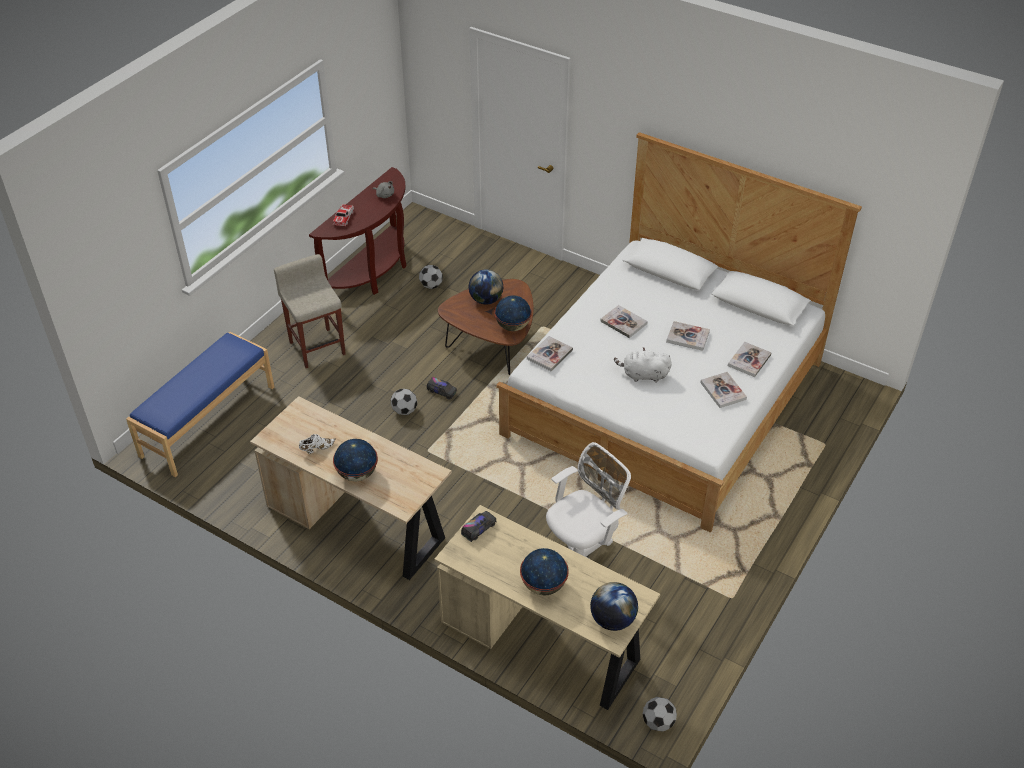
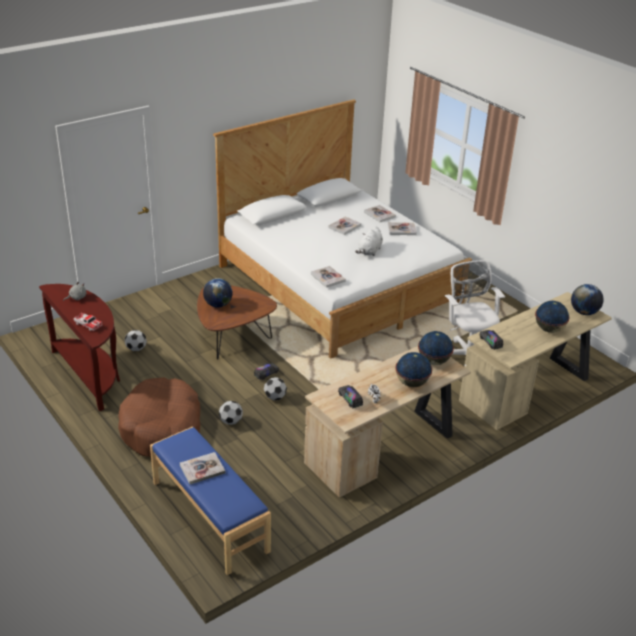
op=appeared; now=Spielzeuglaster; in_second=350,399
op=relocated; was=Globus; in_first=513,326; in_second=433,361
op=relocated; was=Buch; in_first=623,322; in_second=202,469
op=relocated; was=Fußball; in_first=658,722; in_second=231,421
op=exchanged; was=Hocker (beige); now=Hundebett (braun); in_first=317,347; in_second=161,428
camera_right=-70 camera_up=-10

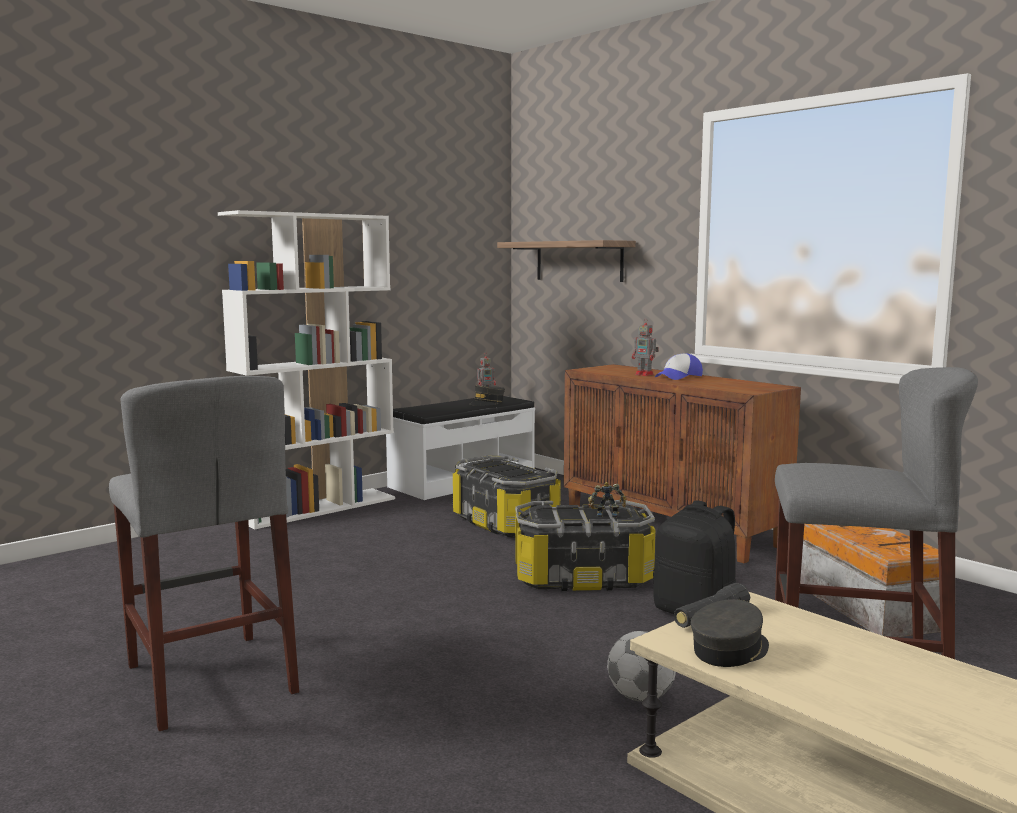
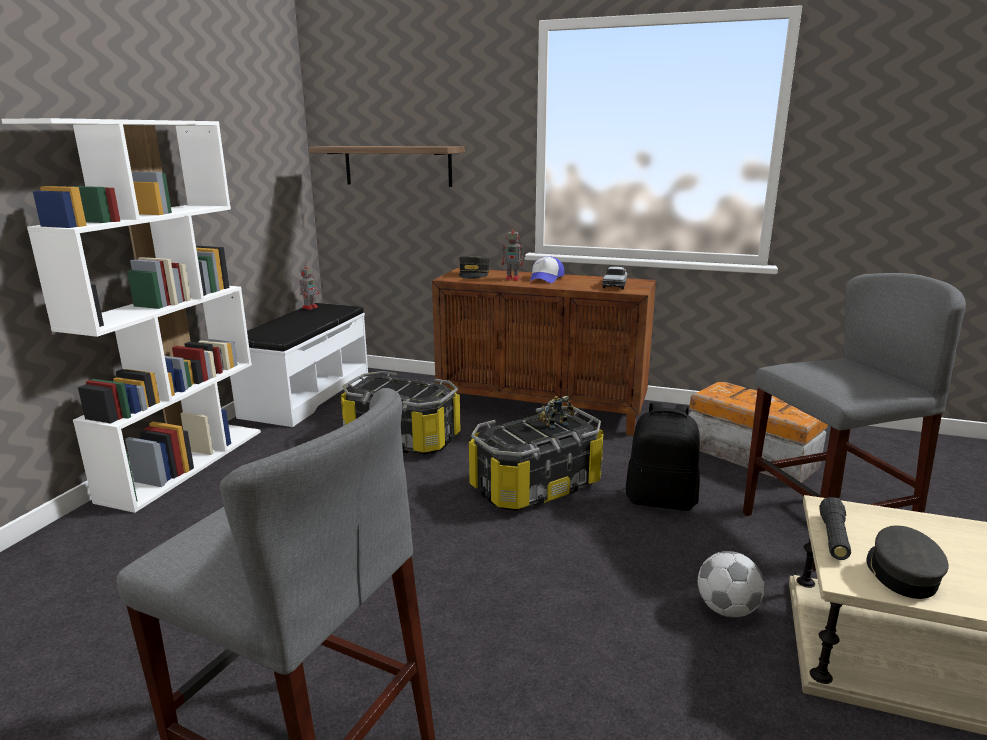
op=appeared; now=Spielzeuglaster; in_second=615,285
op=relocated; was=Kappe (grau); in_first=487,403; in_second=473,274
camera_right=-30 camera_up=10

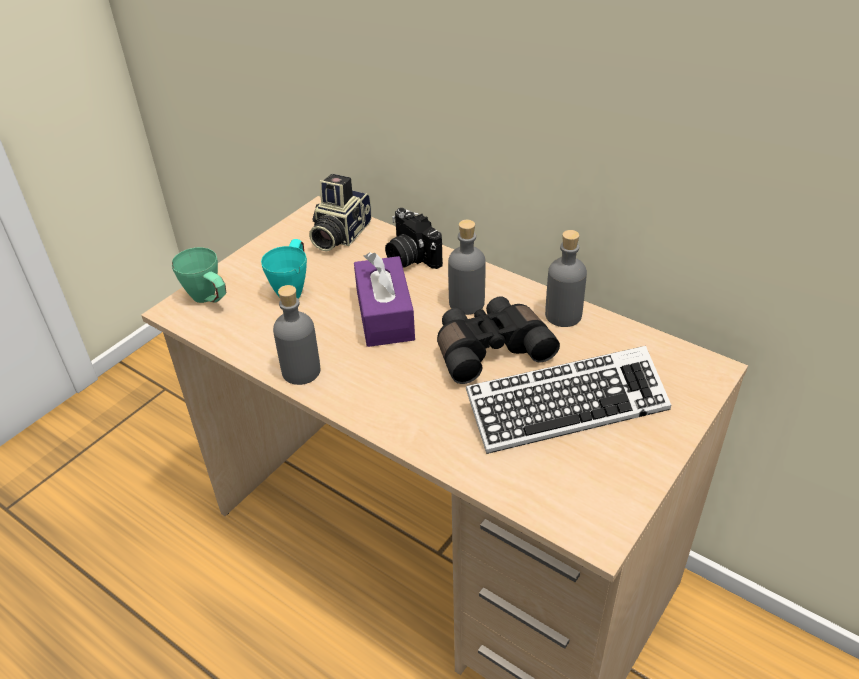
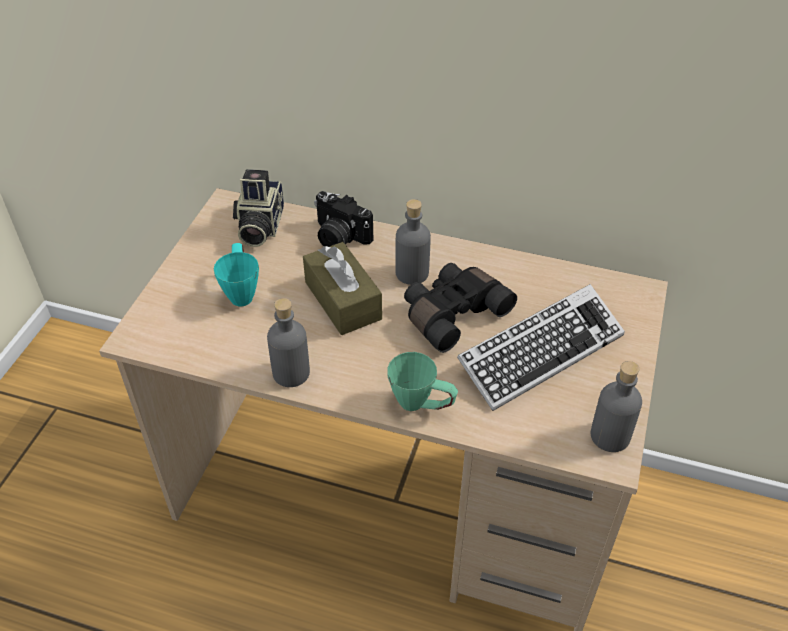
op=relocated; was=Henkelbecher (grün); in_first=209,300; in_second=422,405
op=relocated; was=Flasche (grau); in_first=563,315; in_second=609,436
op=colour; was=Taschentuchbox (lila); now=Taschentuchbox (braun); in_first=385,315; in_second=343,300
camera_right=-20 camera_up=5

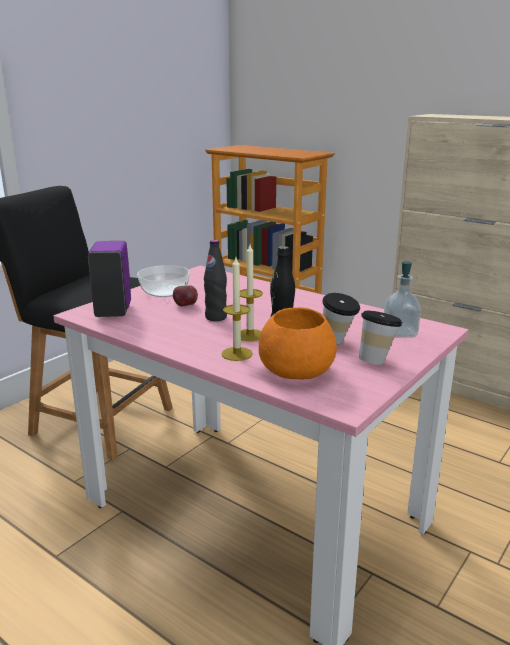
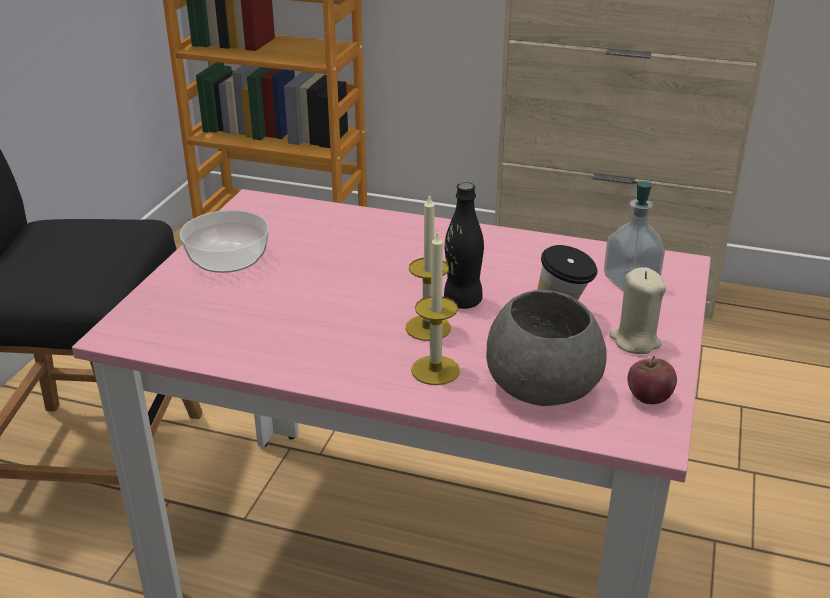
op=missing; was=Seifenspender (lila); in_first=113,311
op=missing; was=Flasche (schwarz); in_first=216,317
op=relocated; was=Apfel; in_first=185,305; in_second=648,397
op=exchanged; was=Tasse; now=Kerze (beige); in_first=377,360; in_second=635,341
op=colour; was=Schüssel (orange); now=Schüssel (grau); in_first=296,370; in_second=541,384
camera_right=-20 camera_up=10

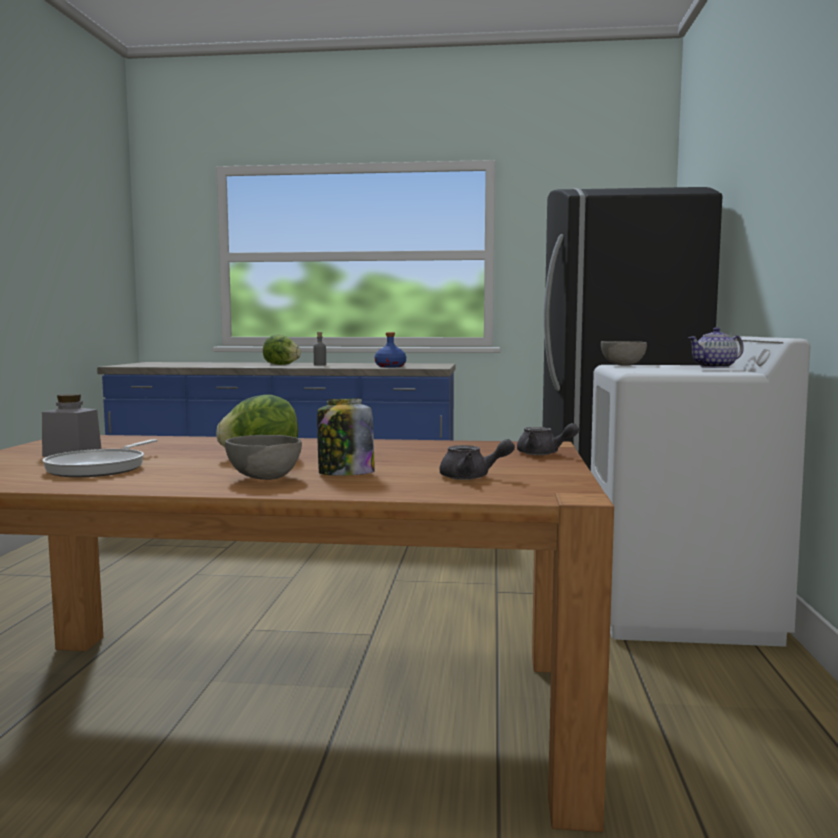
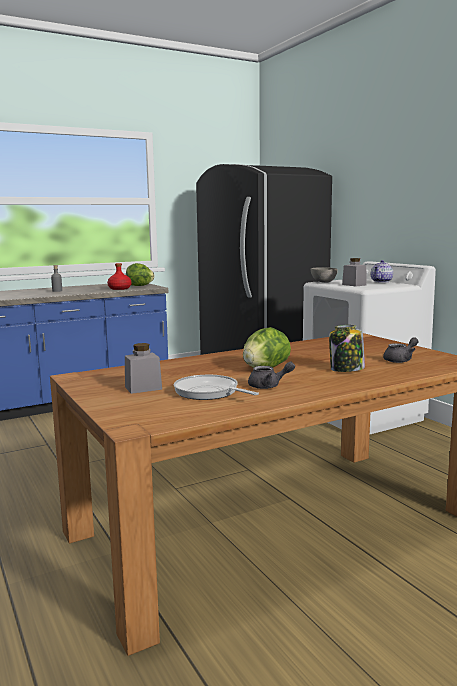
op=missing; was=Schüssel (grau); in_first=264,478
op=appeared; now=Vorratsglas (grau); in_second=354,285
op=relocated; was=Salatkopf; in_first=281,364; in_second=140,286
op=relocated; was=Teekanne (grau); in_first=543,454; in_second=269,386
op=colour; was=Flasche (blau); now=Flasche (rot); in_first=390,366; in_second=119,288
op=spun; was=Pfanne; in_first=100,468; in_second=209,392; clockwise=150
camera_right=-35 camera_up=5

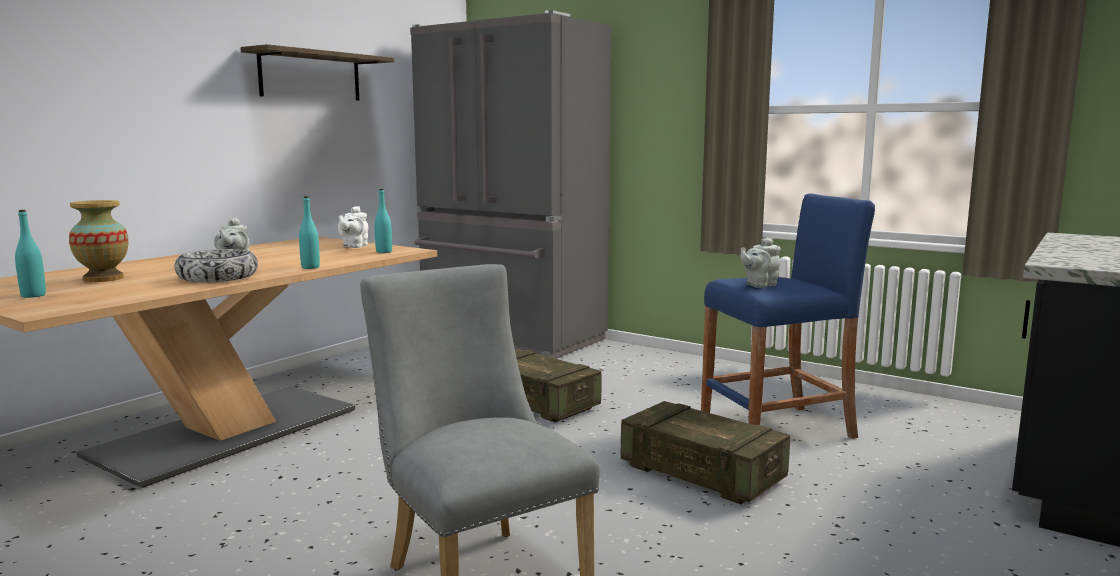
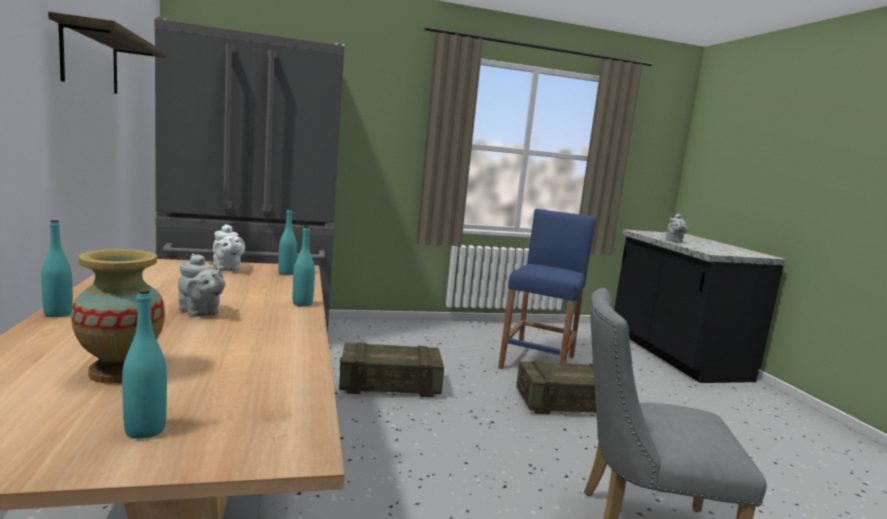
op=missing; was=Schüssel; in_first=218,277
op=appeared; now=Flasche (türkis); in_second=58,314
op=relocated; was=Teekanne (grau); in_first=759,285; in_second=674,241
camera_right=-50 camera_up=0

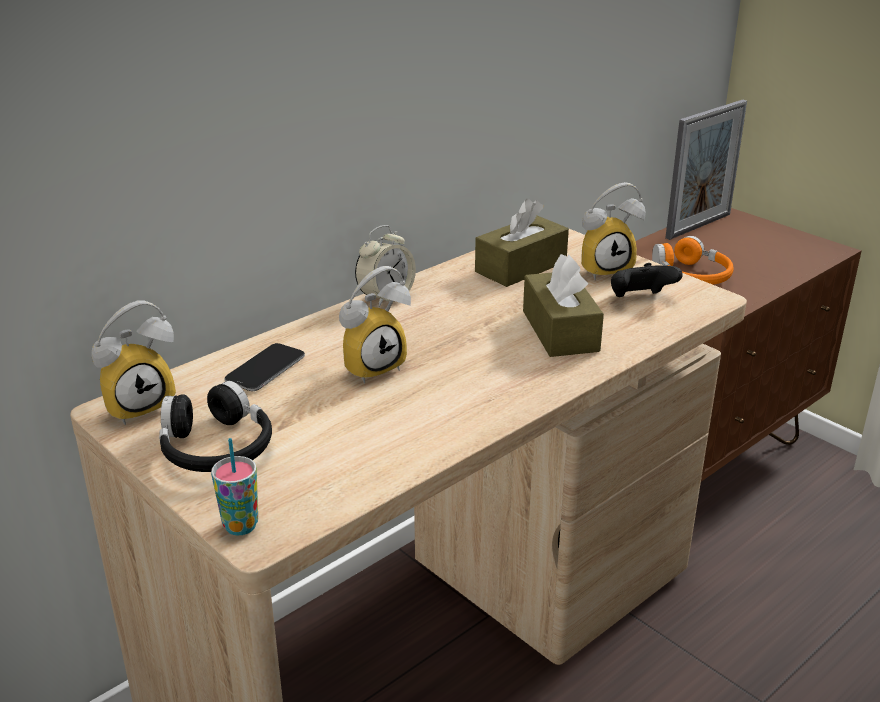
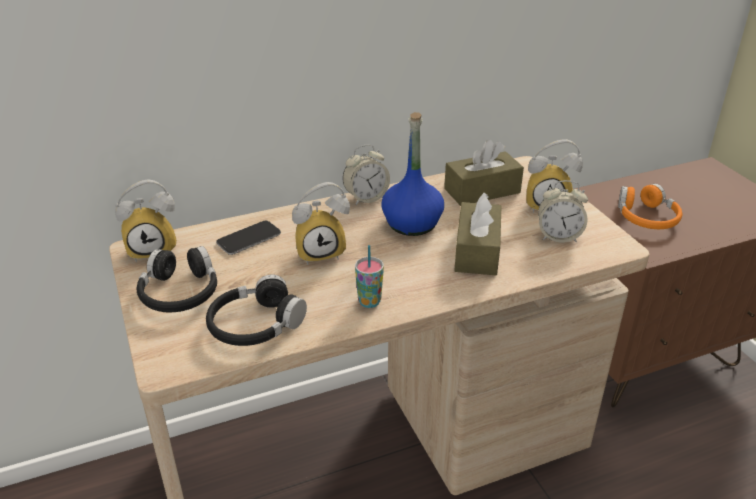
op=missing; was=Bilderrahmen; in_first=698,226
op=appeared; now=Kopfhörer (schwarz); in_second=255,325
op=appeared; now=Flasche (blau); in_second=412,223
op=relocated; was=Tasse; in_first=240,526; in_second=369,302
op=exchanged; was=Gamepad (schwarz); now=Wecker; in_first=640,299; in_second=558,236
camera_right=20 camera_up=5

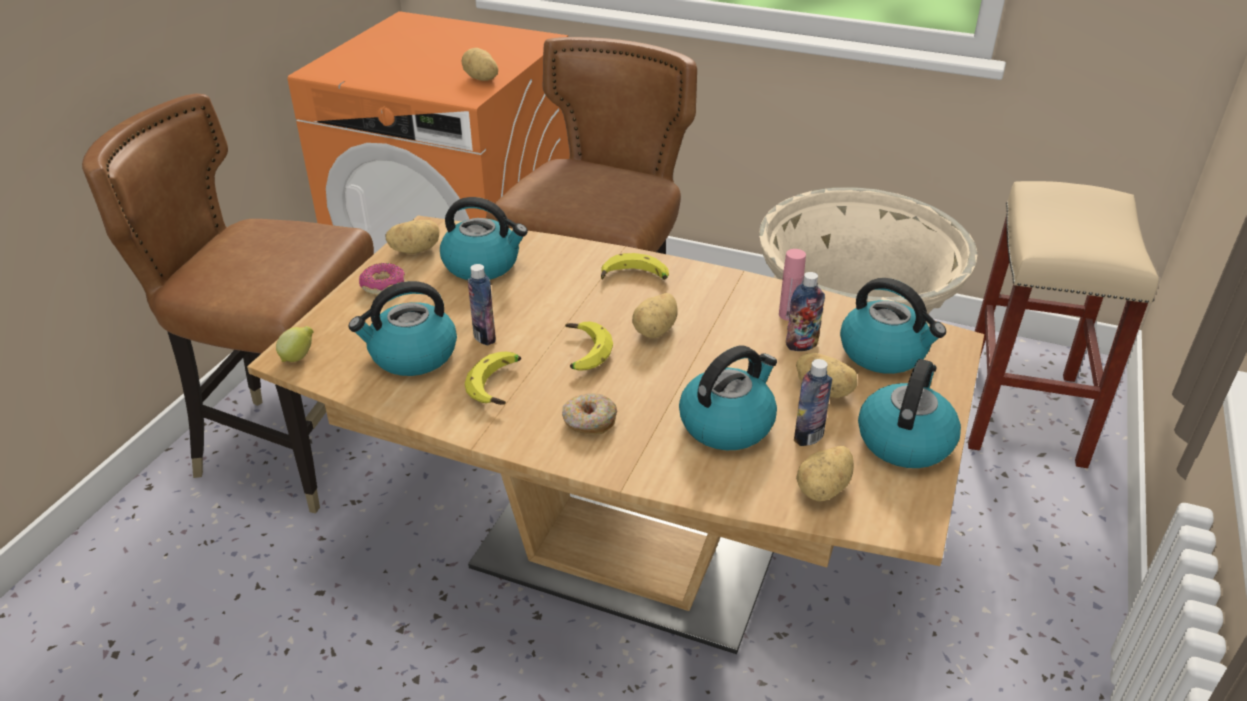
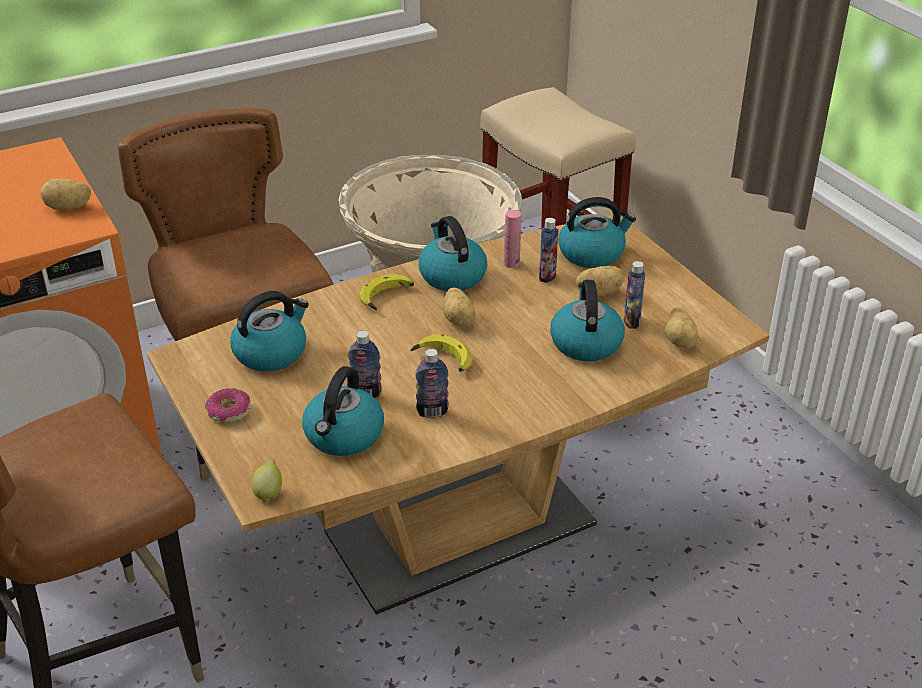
op=missing; was=Kartoffel; in_first=415,250
op=missing; was=Donut; in_first=589,421
op=relocated; was=Wasserkessel; in_first=904,440; in_second=451,276
op=exchanged; was=Banane; now=Flasche; in_first=500,385; in_second=432,412
camera_right=-50 camera_up=0

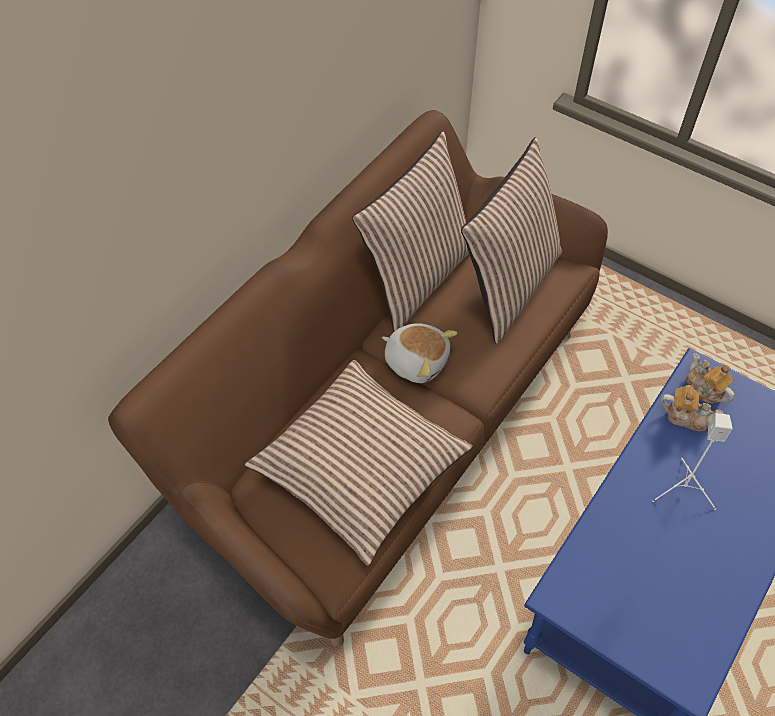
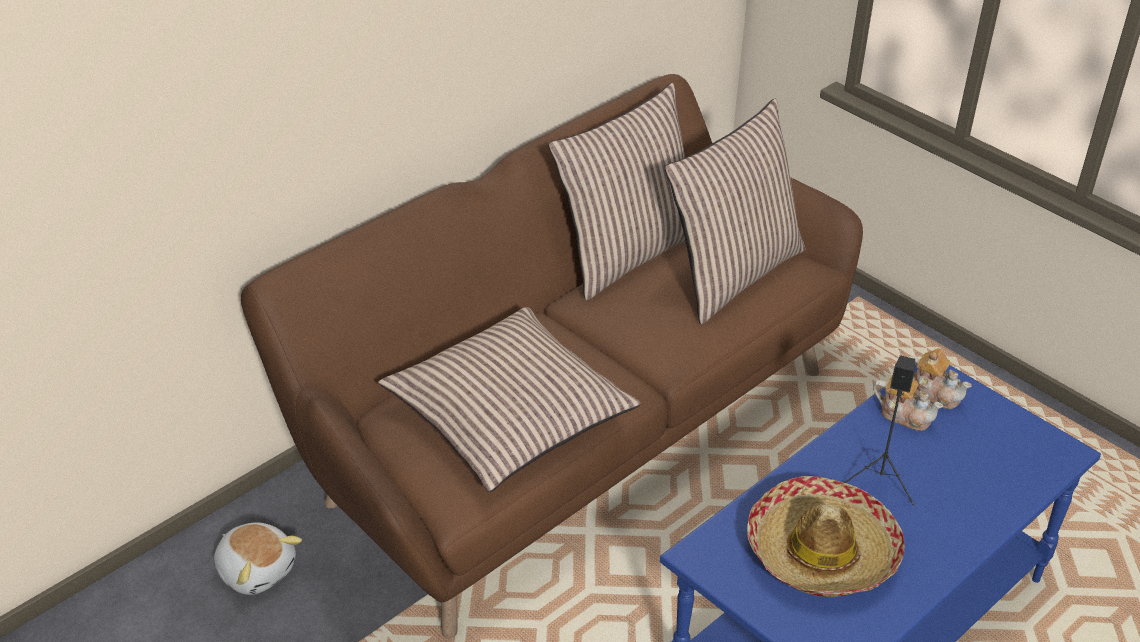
op=appeared; now=Hut; in_second=822,551
op=relocated; was=Plüschtier; in_first=416,360; in_second=257,569
op=colour; was=Lautsprecher (weiß); now=Lautsprecher (schwarz); in_first=684,489; in_second=881,481
op=spun; was=Teekanne; in_first=704,389; in_second=935,393; clockwise=150
camera_right=10 camera_up=-15

